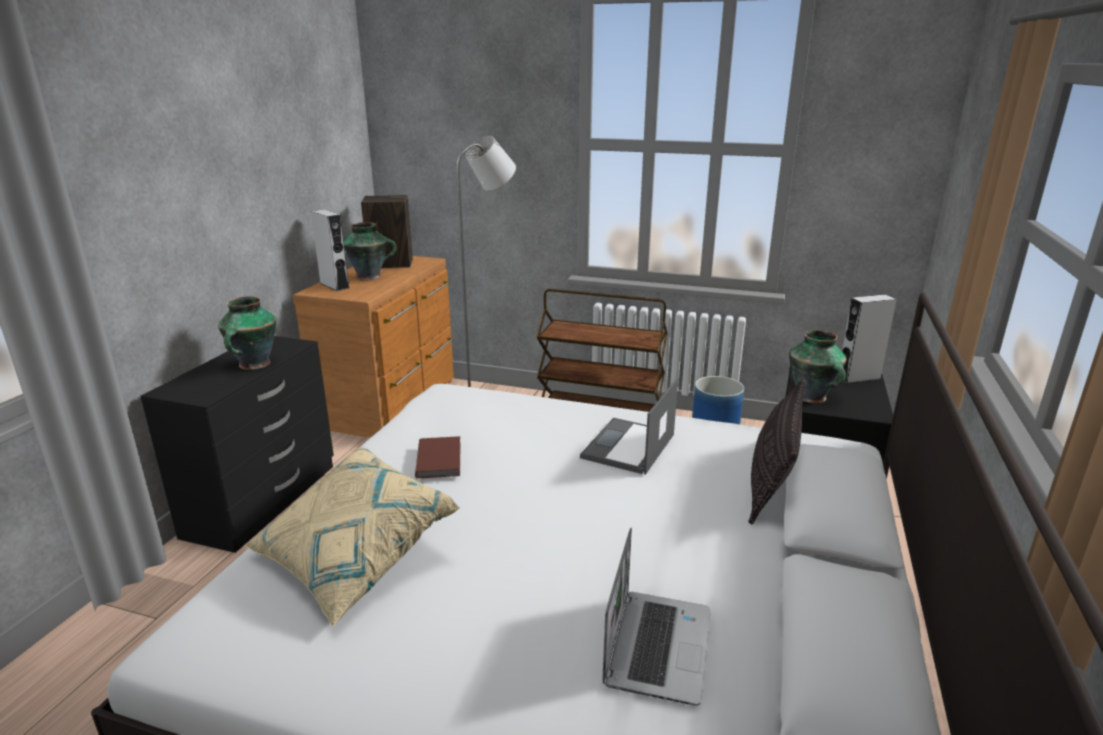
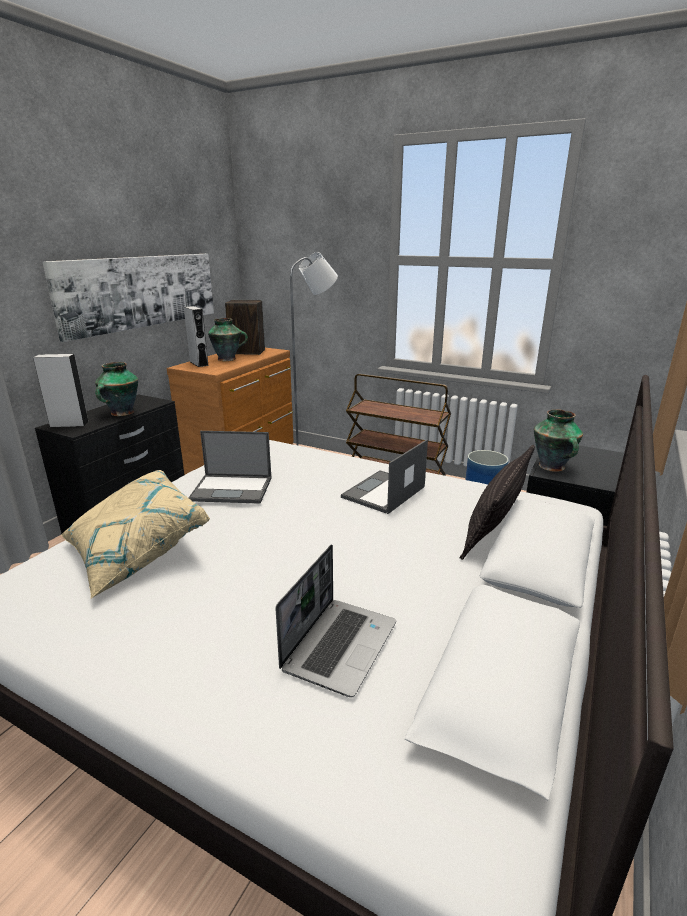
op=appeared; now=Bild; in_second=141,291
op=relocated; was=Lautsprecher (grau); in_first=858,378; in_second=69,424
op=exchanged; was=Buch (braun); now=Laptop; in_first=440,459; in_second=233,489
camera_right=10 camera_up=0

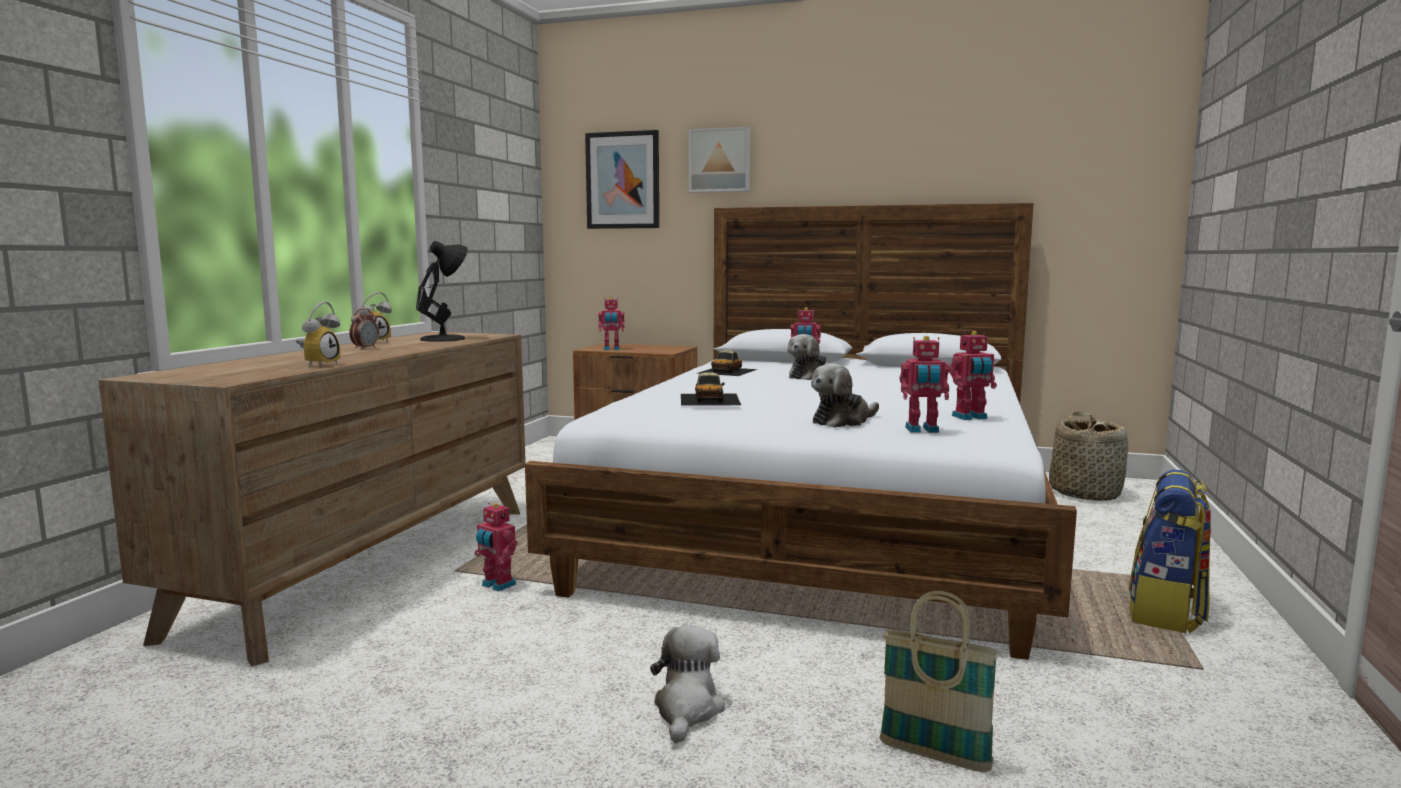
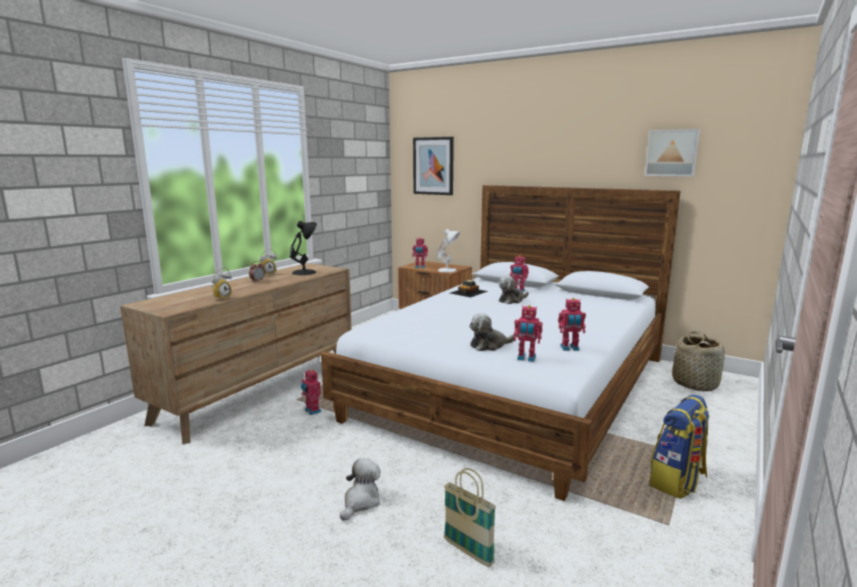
op=missing; was=Spielzeugauto; in_first=710,399
op=appeared; now=Tischlampe (weiß); in_second=448,270
op=relocated; was=Bild; in_first=720,160; in_second=671,153
camera_right=15 camera_up=5

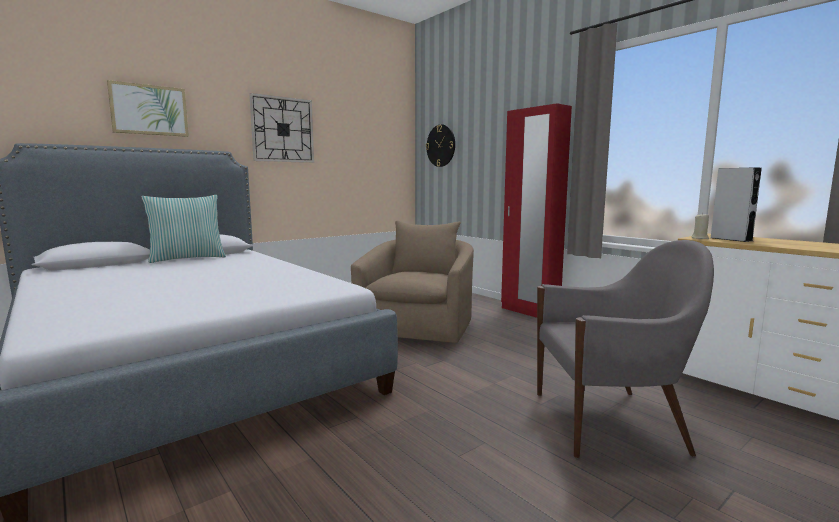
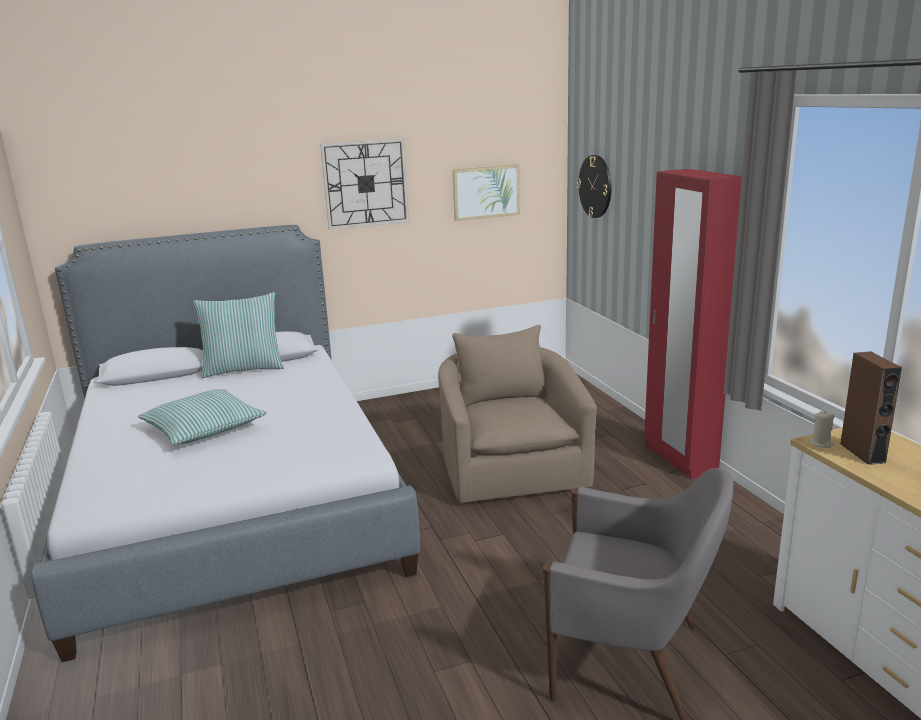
op=appeared; now=Kissen; in_second=203,428
op=relocated; was=Bild; in_first=149,110; in_second=486,192
op=colour; was=Lautsprecher (grau); now=Lautsprecher (braun); in_first=731,239; in_second=862,452
op=spun; was=Sessel (beige); in_first=419,325; in_second=511,468; clockwise=-45
camera_right=20 camera_up=10

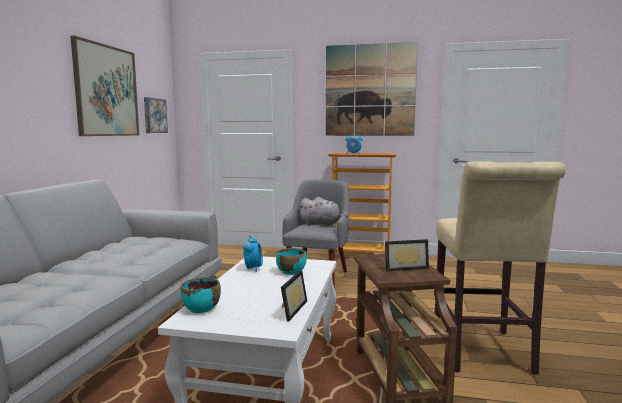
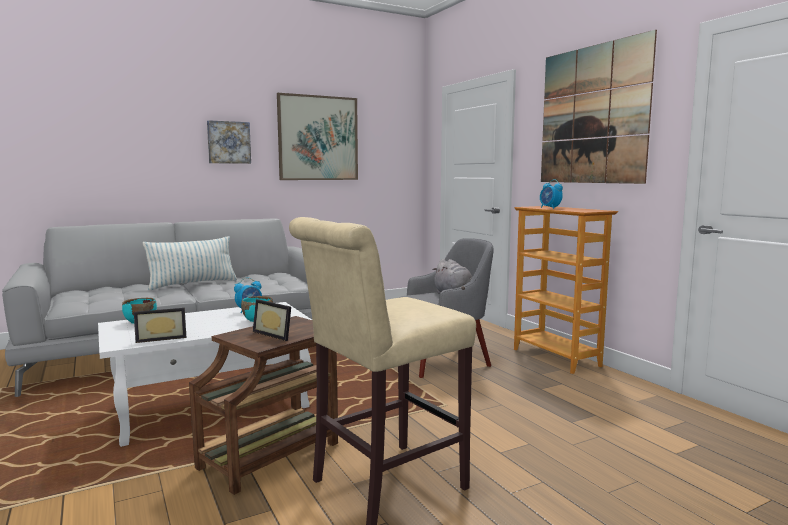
op=appeared; now=Kissen; in_second=192,284
op=relocated; was=Bild; in_first=154,115; in_second=228,142
camera_right=50 camera_up=0

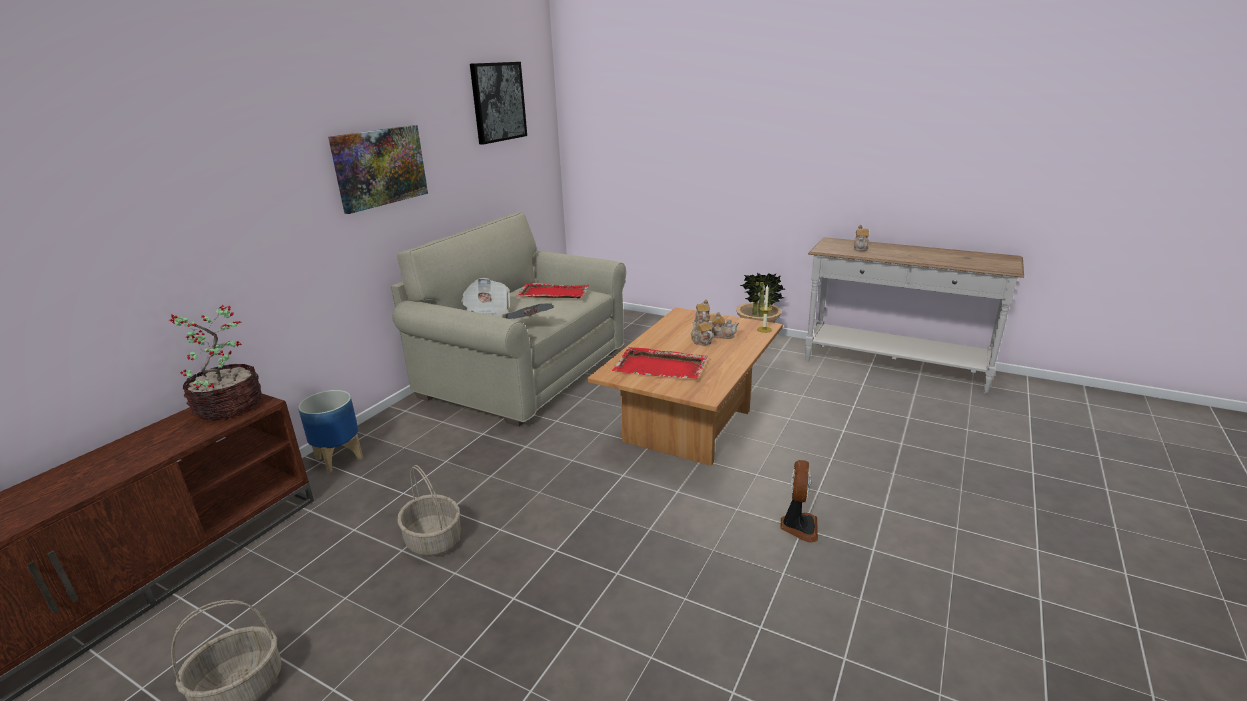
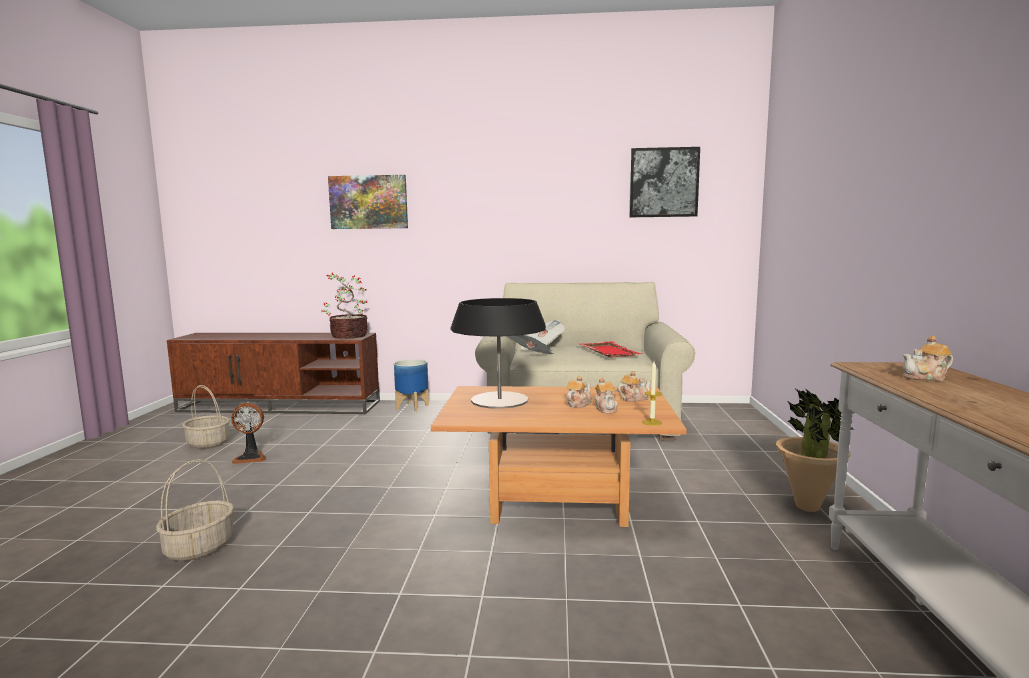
op=relocated; was=Bild; in_first=380,167; in_second=368,202
op=relocated; was=Korb; in_first=434,540; in_second=199,548
op=relocated; was=Ventilator; in_first=798,526; in_second=251,458
op=exchanged; was=Tablett (rot); now=Tischlampe; in_first=661,367; in_second=499,400
camera_right=65 camera_up=-15

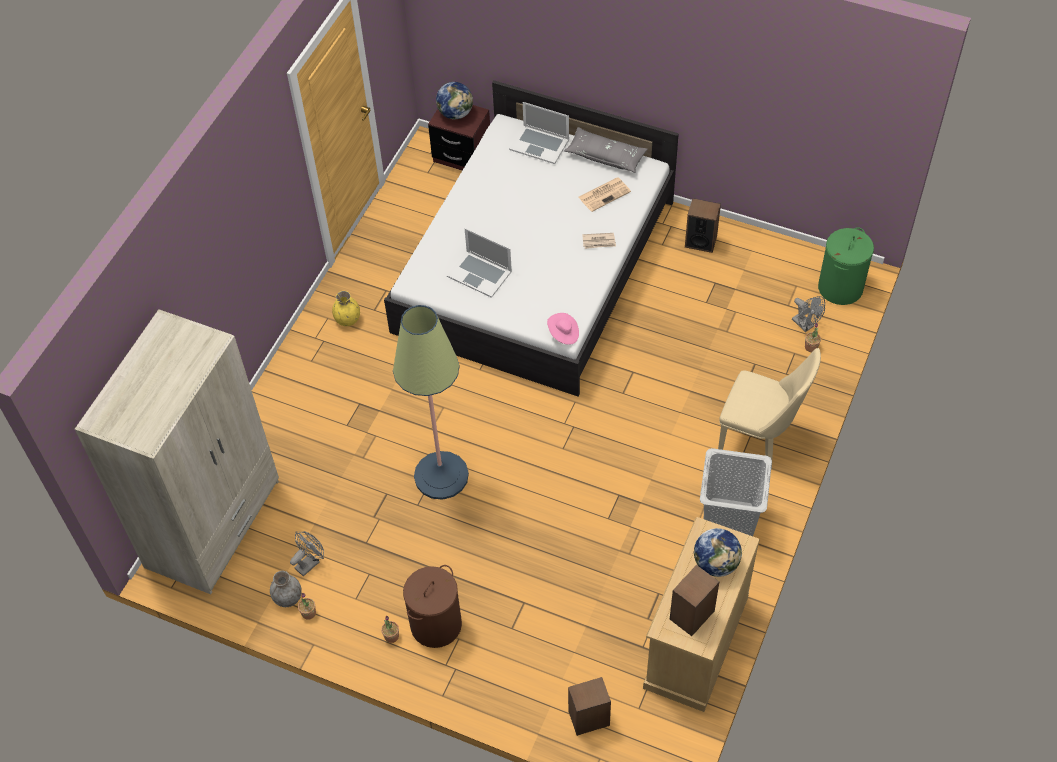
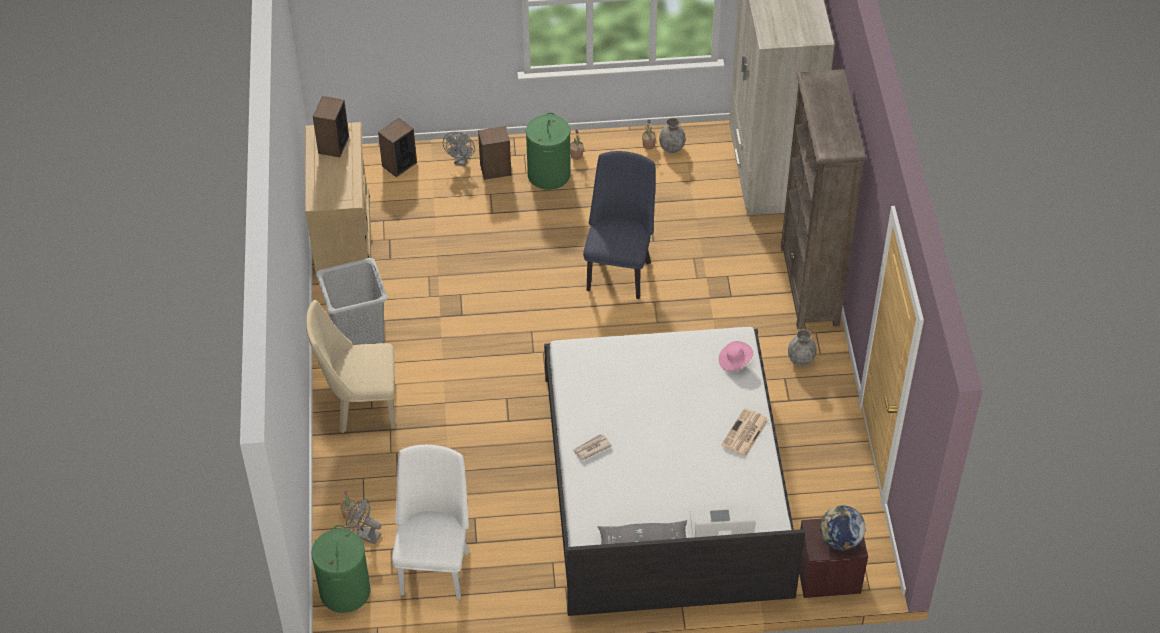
op=missing; was=Laptop; in_first=479,273
op=missing; was=Globus; in_first=716,563
op=appeared; now=Stuhl (weiß); in_second=435,566
op=appeared; now=Bücherregal (braun); in_second=809,286
op=relocated; was=Ventilator (grau); in_first=310,562; in_second=461,161
op=relocated; was=Hut (rosa); in_first=563,334; in_second=734,361
op=relocated; was=Zeitung; in_first=604,194; in_second=745,433
op=relocated; was=Lautsprecher; in_first=700,241; in_second=495,170
op=exchanged; was=Stehlampe; now=Stuhl (blau); in_first=441,476; in_second=619,270
op=colour; was=Vase (gelb); now=Vase (grau); in_first=348,319; in_second=801,360
op=colour; was=Wäschekorb (braun); now=Wäschekorb (grün); in_first=436,624; in_second=549,175
camera_right=150 camera_up=-5

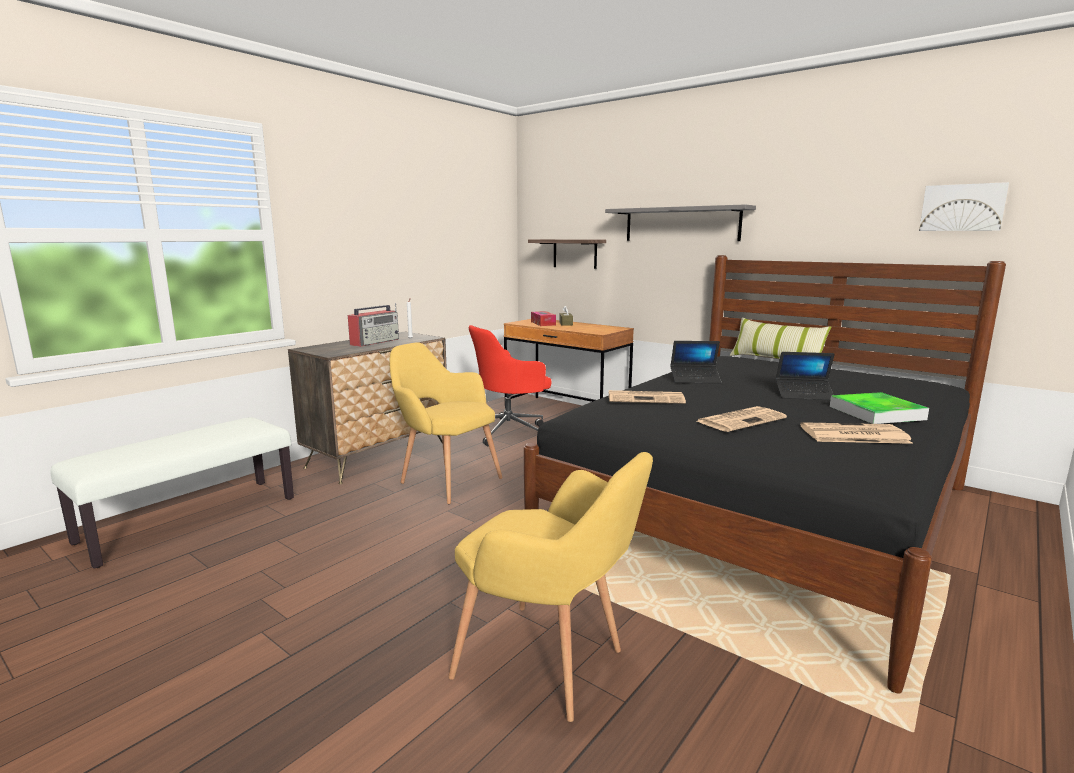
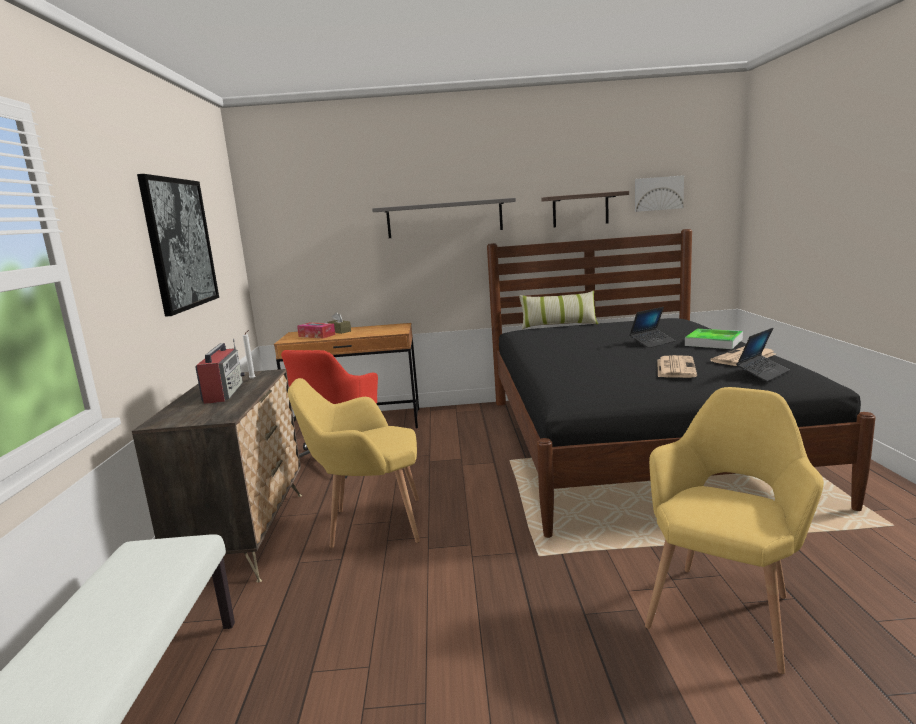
op=missing; was=Zeitung; in_first=646,398
op=appeared; now=Bild; in_second=180,244
op=relocated; was=Wandregal; in_first=575,253; in_second=580,210
op=relocated; was=Laptop; in_first=695,379; in_second=762,373
op=spun; was=Sessel (gelb); in_first=550,666; in_second=725,608; clockwise=-45
camera_right=-40 camera_up=0

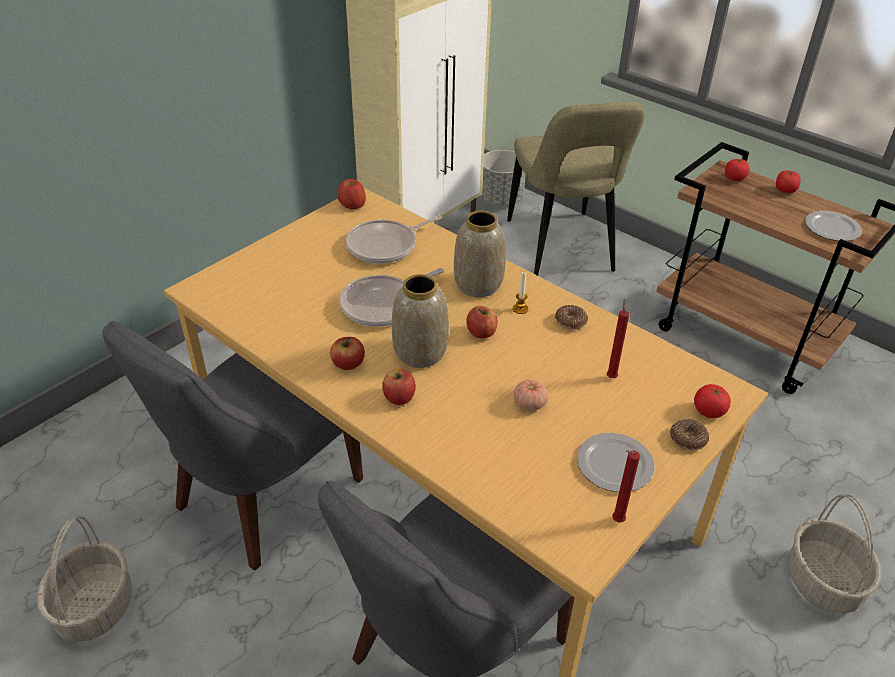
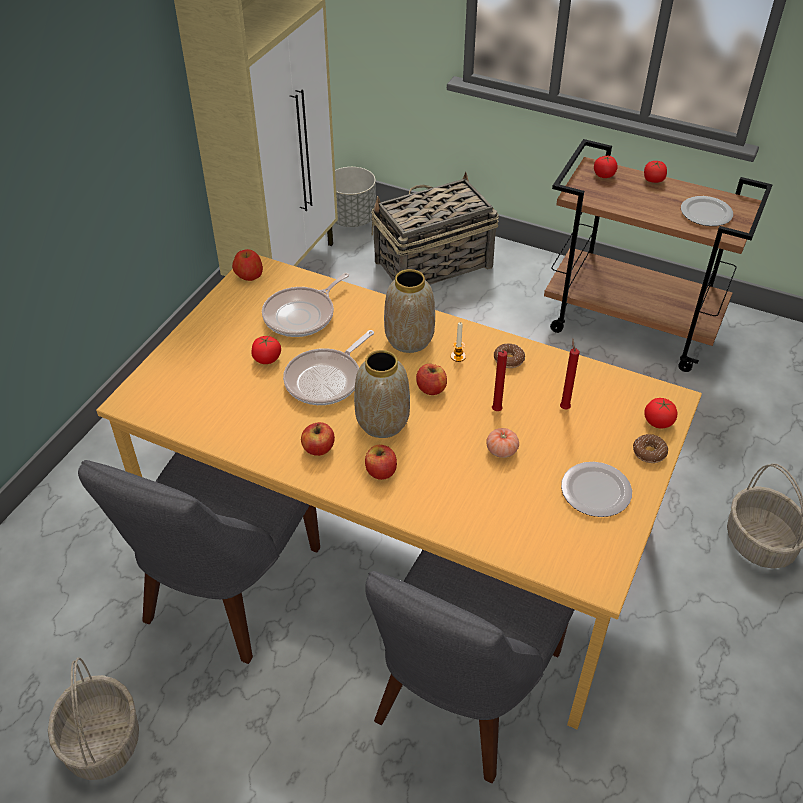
op=appeared; now=Tomate; in_second=267,359
op=relocated; was=Kerze (rot); in_first=616,521; in_second=495,411
op=exchanged; was=Stuhl (beige); now=Korb; in_first=561,249; in_second=432,264
camera_right=-15 camera_up=5

